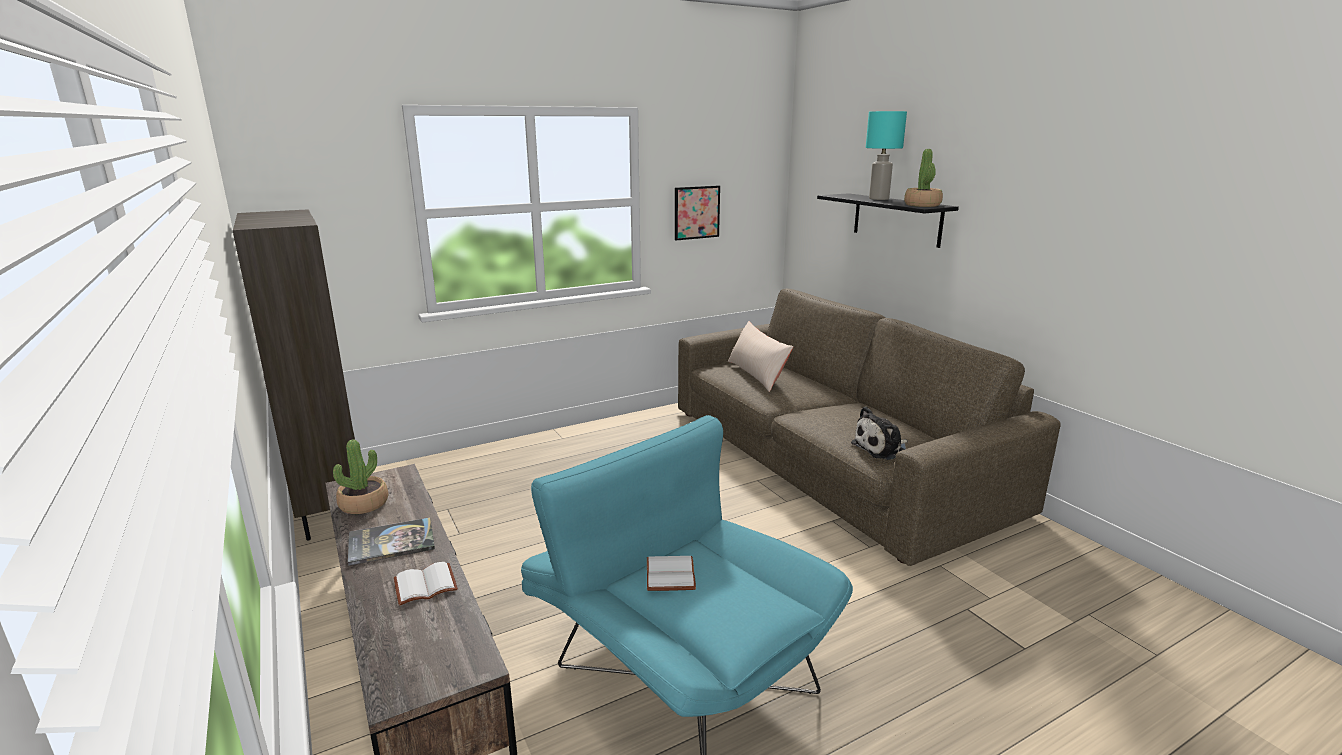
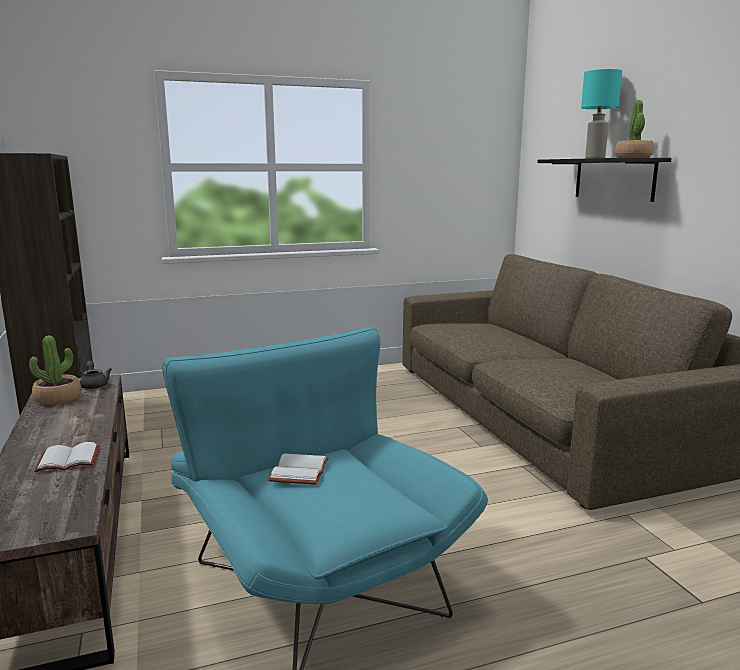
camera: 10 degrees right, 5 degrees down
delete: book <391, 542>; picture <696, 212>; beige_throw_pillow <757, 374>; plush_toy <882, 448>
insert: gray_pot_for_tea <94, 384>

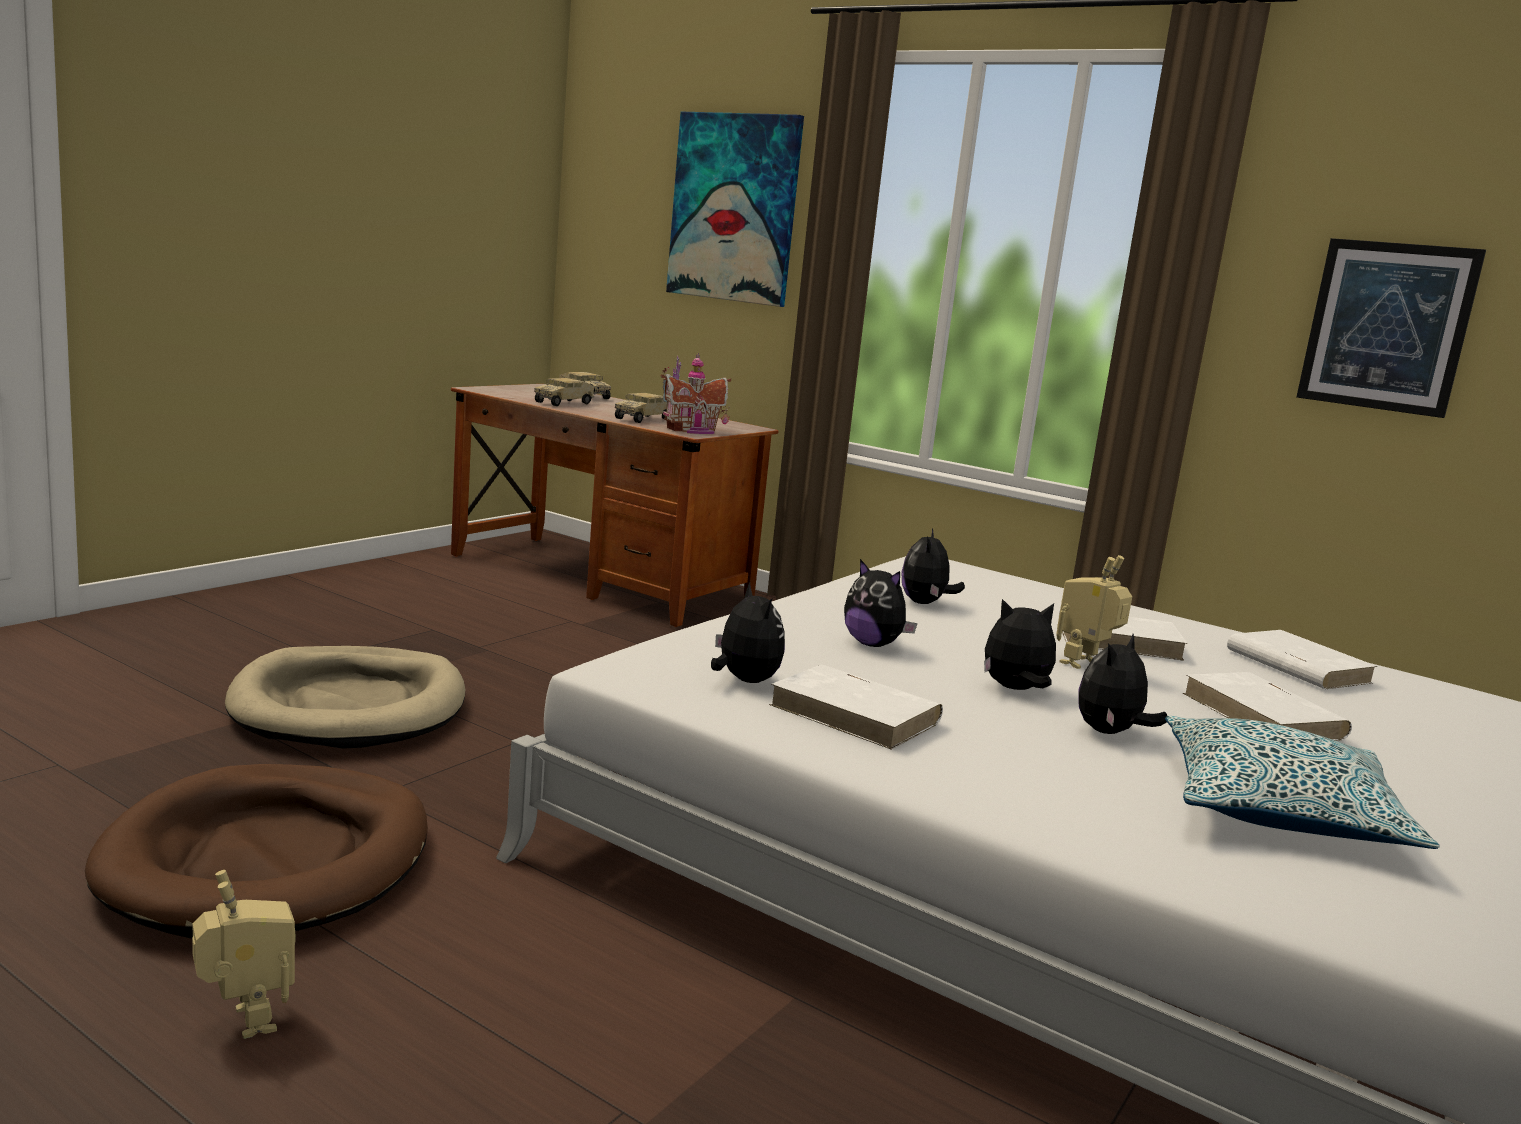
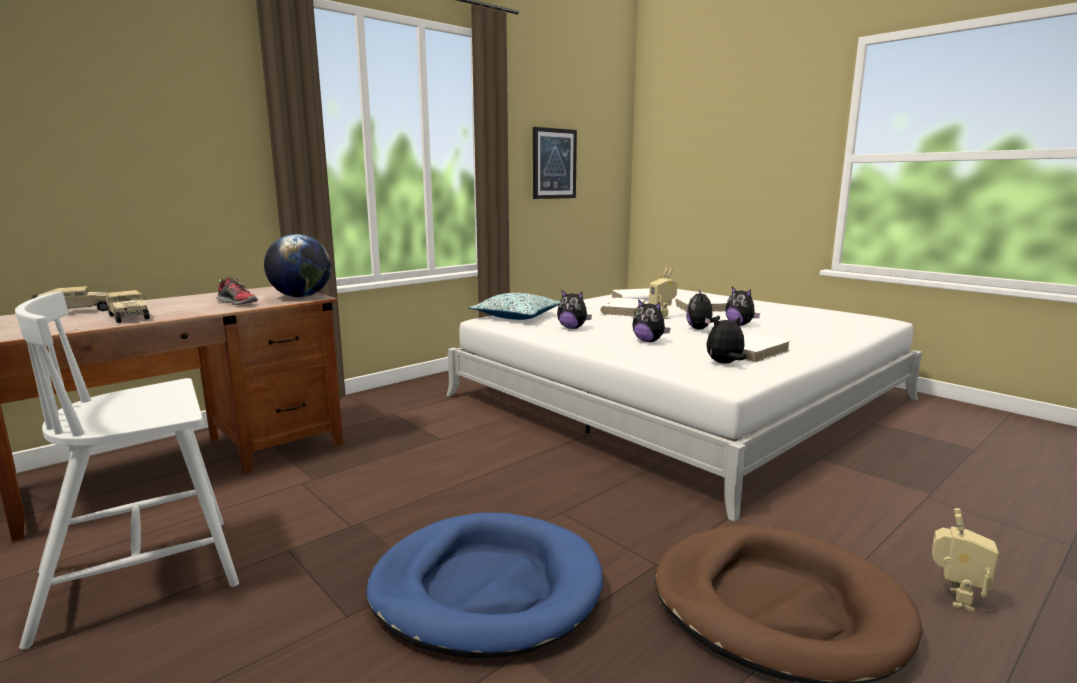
camera: 75 degrees left, 0 degrees up
delete: picture <734, 208>
insert: white-coloured_upright_chair <143, 576>
move: throw_pillow <1279, 809> to <517, 316>
replace: toy_lorry <644, 419> to low_shoe <238, 303>; toy_house <693, 431> to globe <301, 297>
recolor: beige_pet_bed <350, 706> to bluish_pet_bed <486, 589>
rotate: plush_toy <873, 644> = <648, 341> 75 degrees clockwise; toy_robot <244, 1022> = <954, 598> 135 degrees clockwise

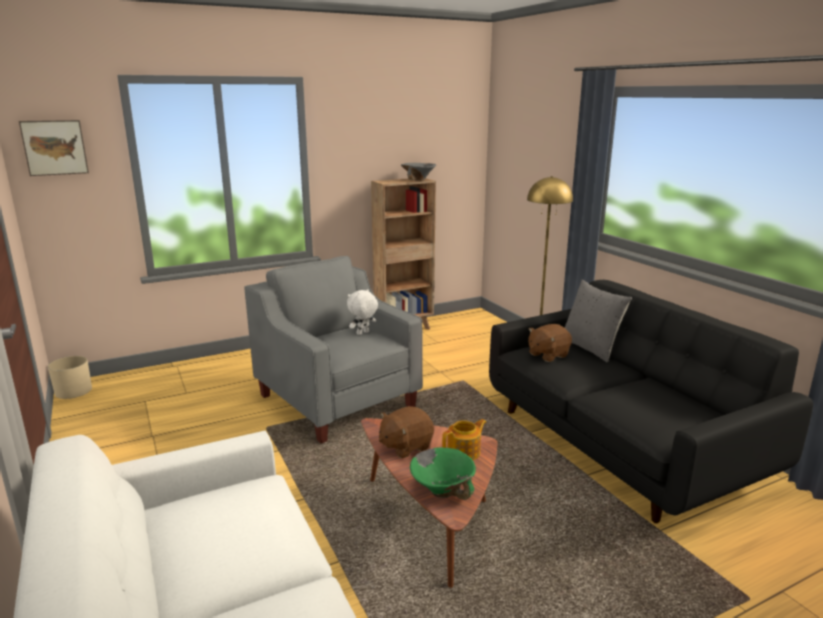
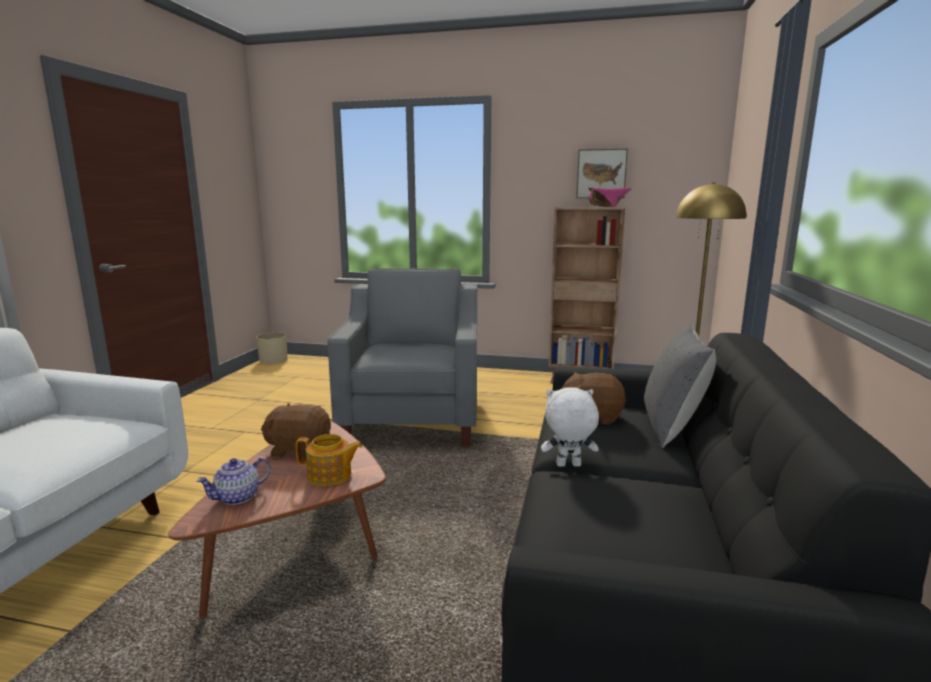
camera: 40 degrees right, 5 degrees down
move: white-coloured_plush_toy <363, 333> to <568, 466>; picture <55, 147> to <601, 174>
replace: green-coloured_bowl <442, 490> to pot_for_tea <238, 497>
recolor: gray_bowl <418, 180> to pink_bowl <608, 206>

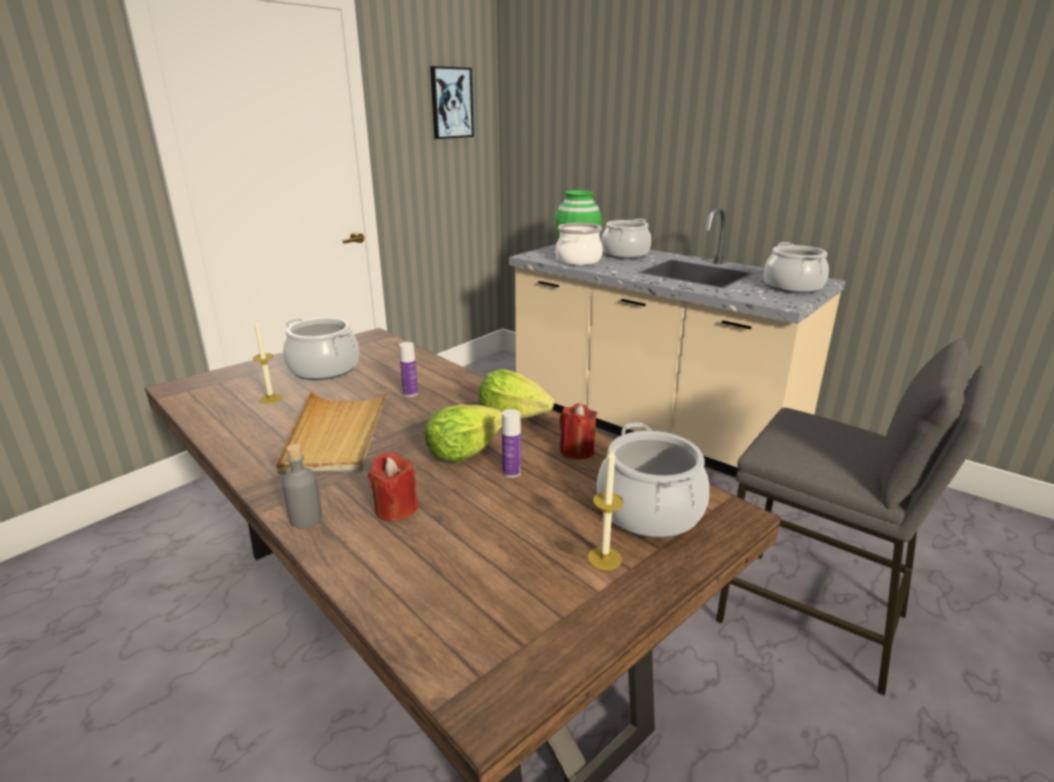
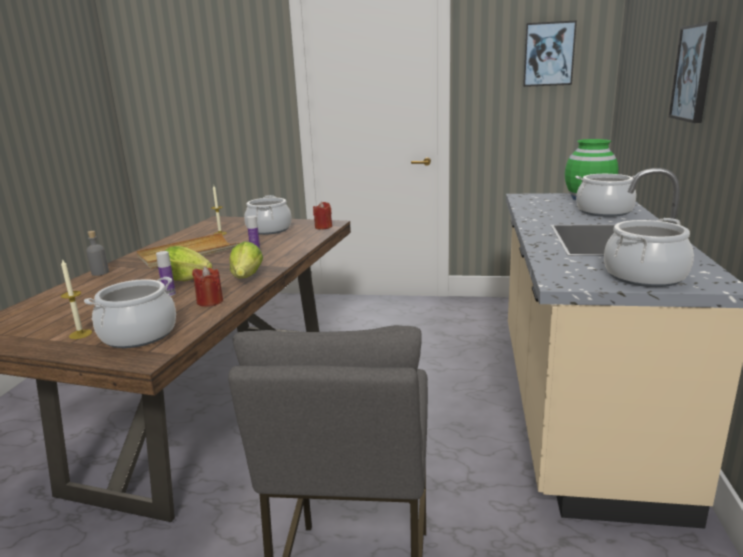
camera: 60 degrees right, 5 degrees down
delete: stockpot <579, 260>
insert: picture <694, 73>
move: reddish_wax_candle <395, 509> to <323, 227>

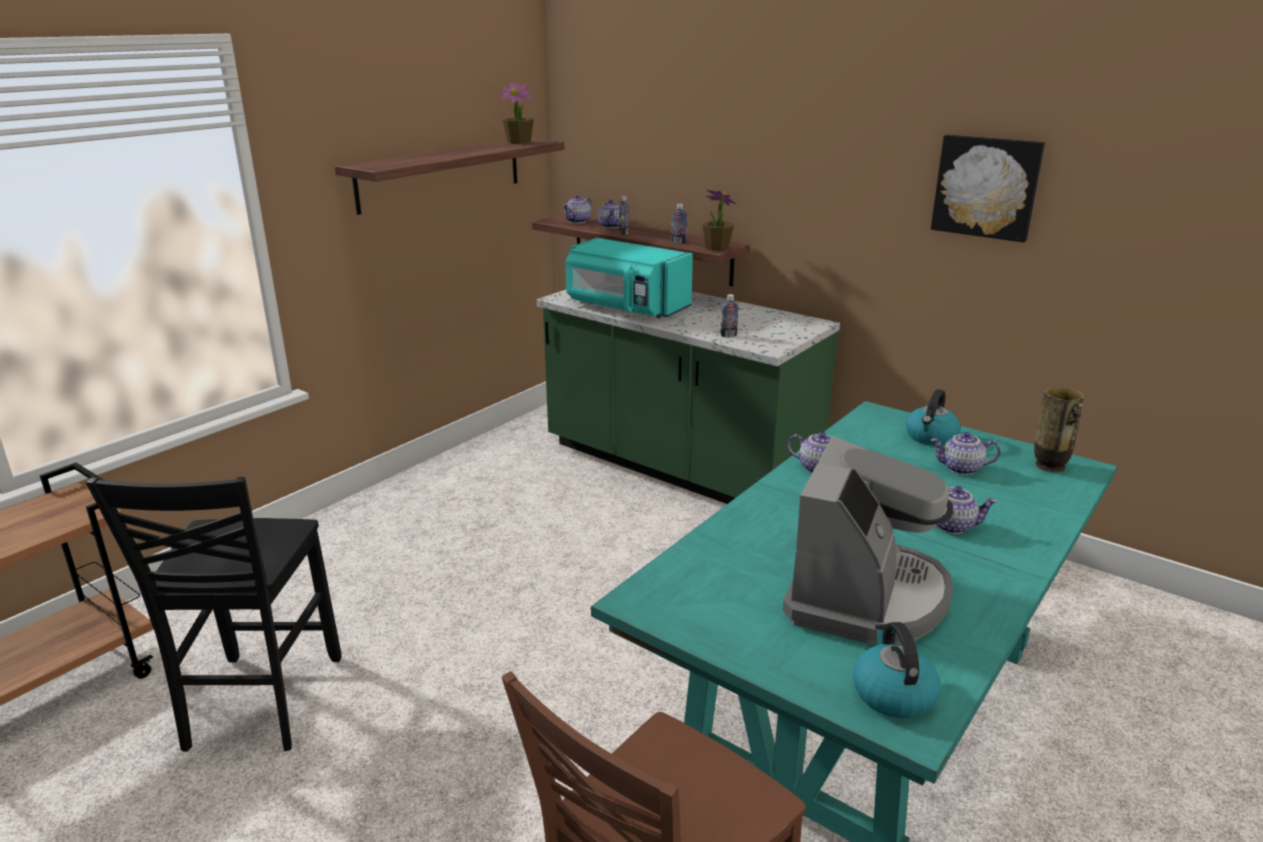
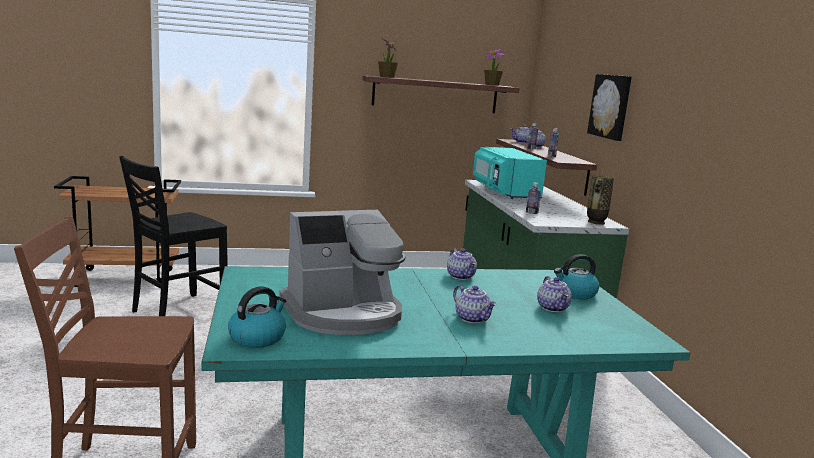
camera: 40 degrees right, 10 degrees down
move: potted_plant <717, 247> to <387, 77>; picture <986, 187> to <611, 106>; flower_vase <1049, 466> to <595, 222>
rotate: pot_for_tea <961, 469> = <553, 308> 150 degrees counterclockwise

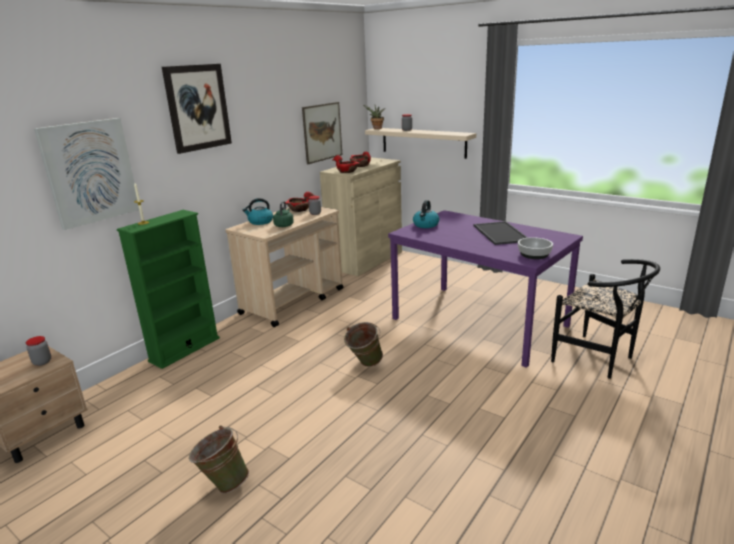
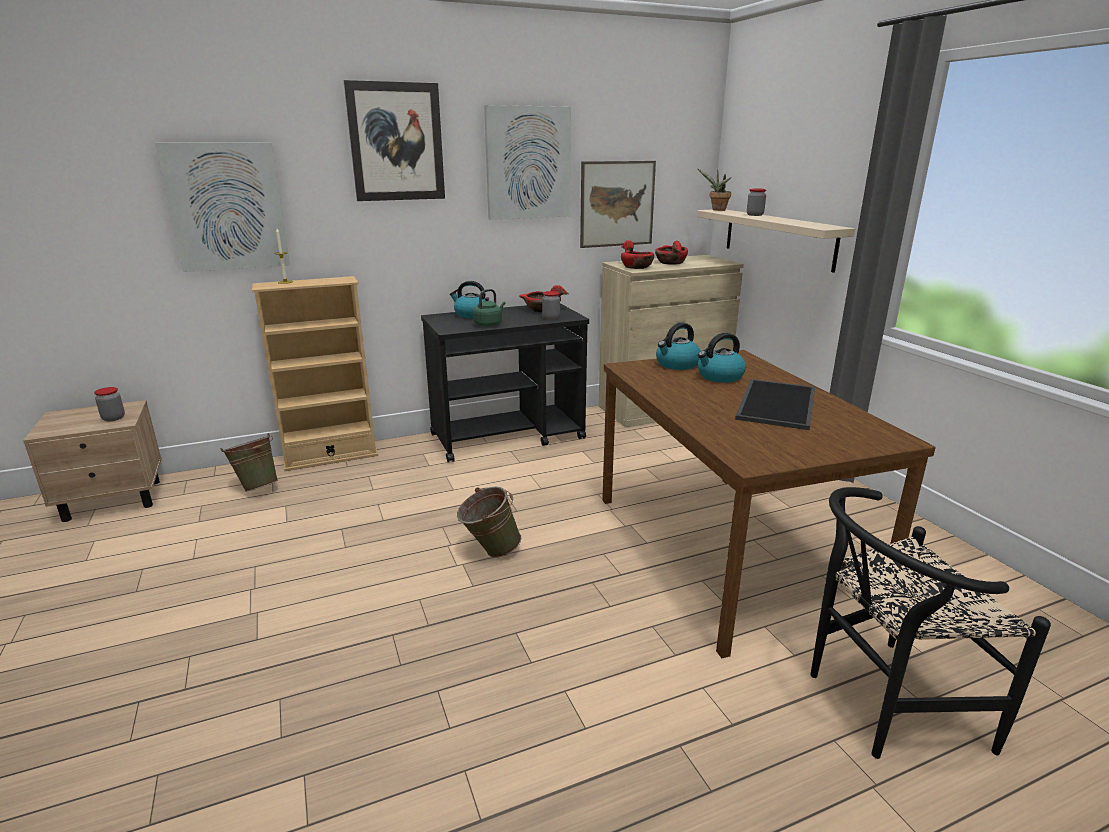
camera: 30 degrees right, 0 degrees up
delete: bowl <534, 254>
insert: picture <528, 163>; water_kettle <719, 376>
move: green-coloured_water_bucket <223, 483> to <257, 487>
recolor: green-coloured_bookshelf <185, 349> to beige_bookshelf <331, 457>; beige_cart <293, 301> to black_cart <508, 436>; purple-coloured_dinner_table <480, 322> to brown_dinner_table <727, 551>
rotate: black_upright_chair <598, 359> = <881, 704> 90 degrees clockwise

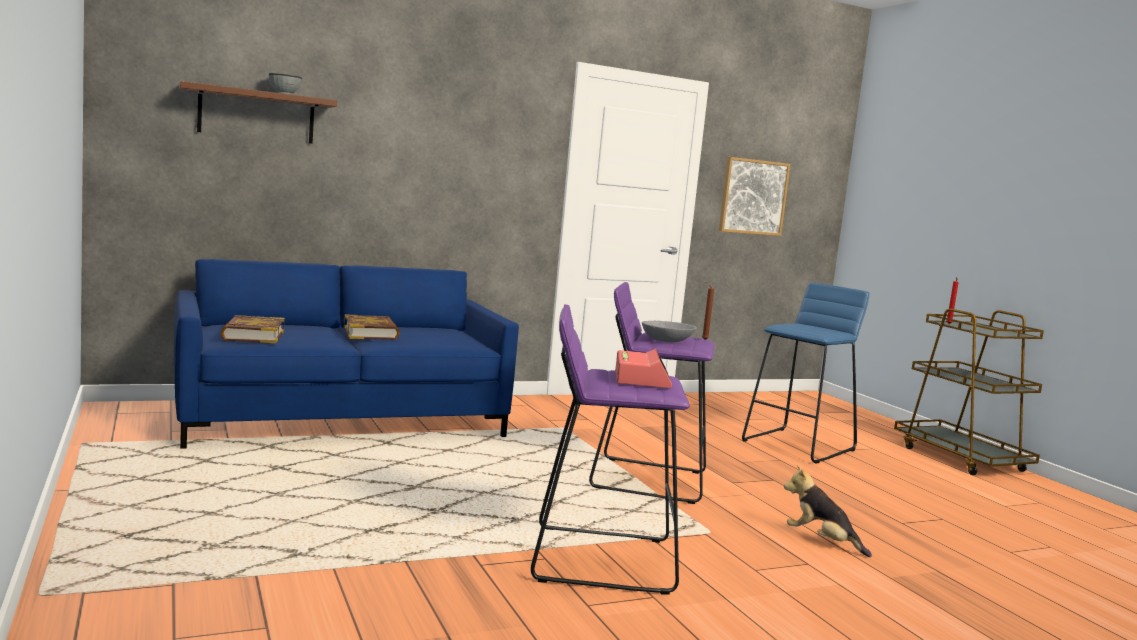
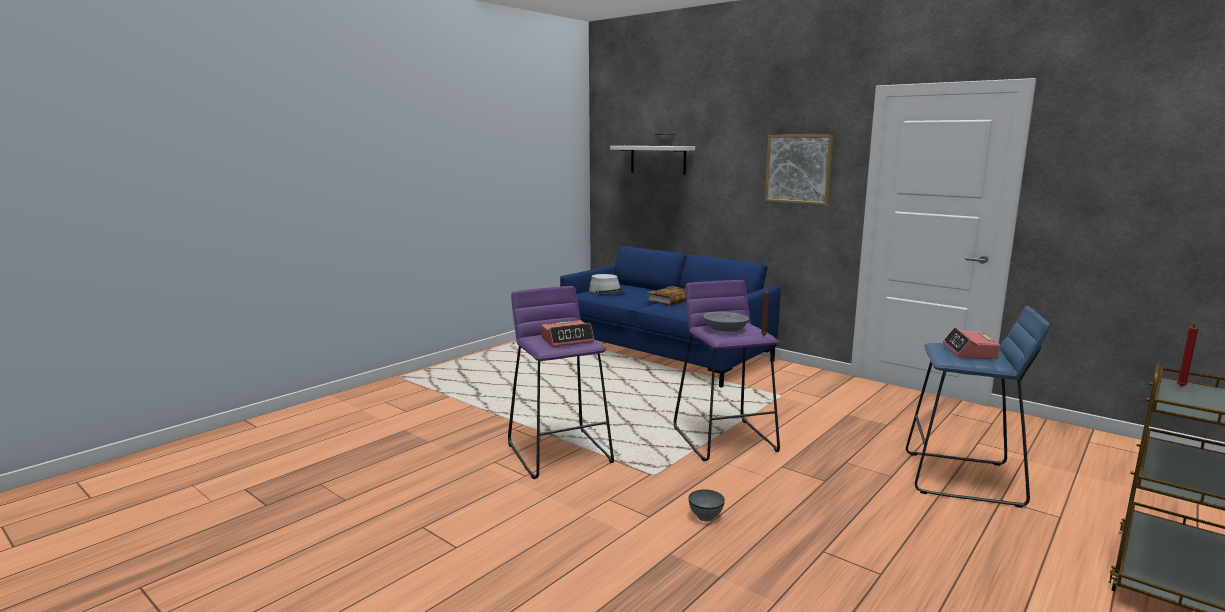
camera: 65 degrees right, 5 degrees up
insert: alarm_clock <970, 352>
move: picture <753, 197> to <798, 169>
replace: book <253, 335> to gray_wearable_hat <607, 291>; plush_toy <821, 541> to gray_bowl <705, 517>
recolor: brown_bracket_shelf <257, 115> to white-coloured_bracket_shelf <658, 159>

